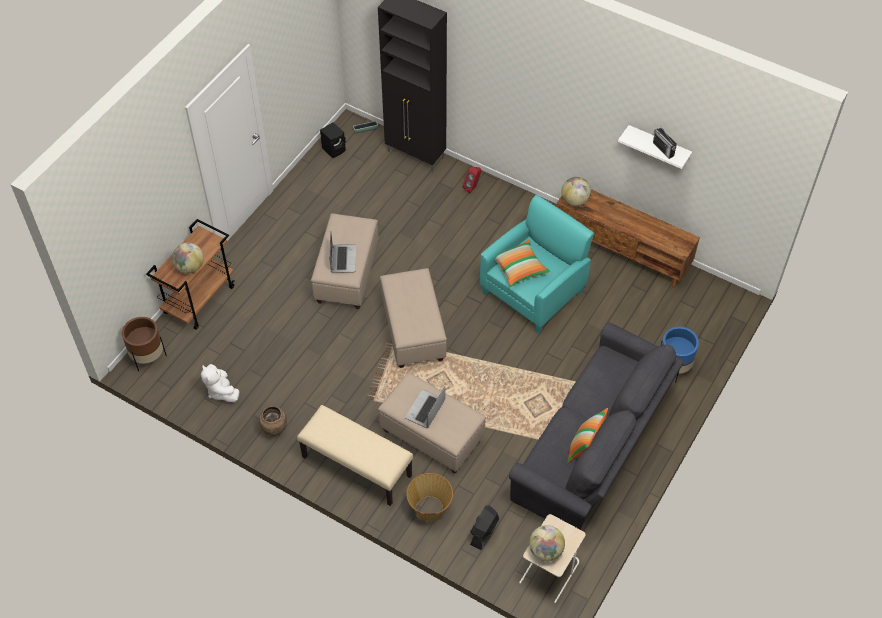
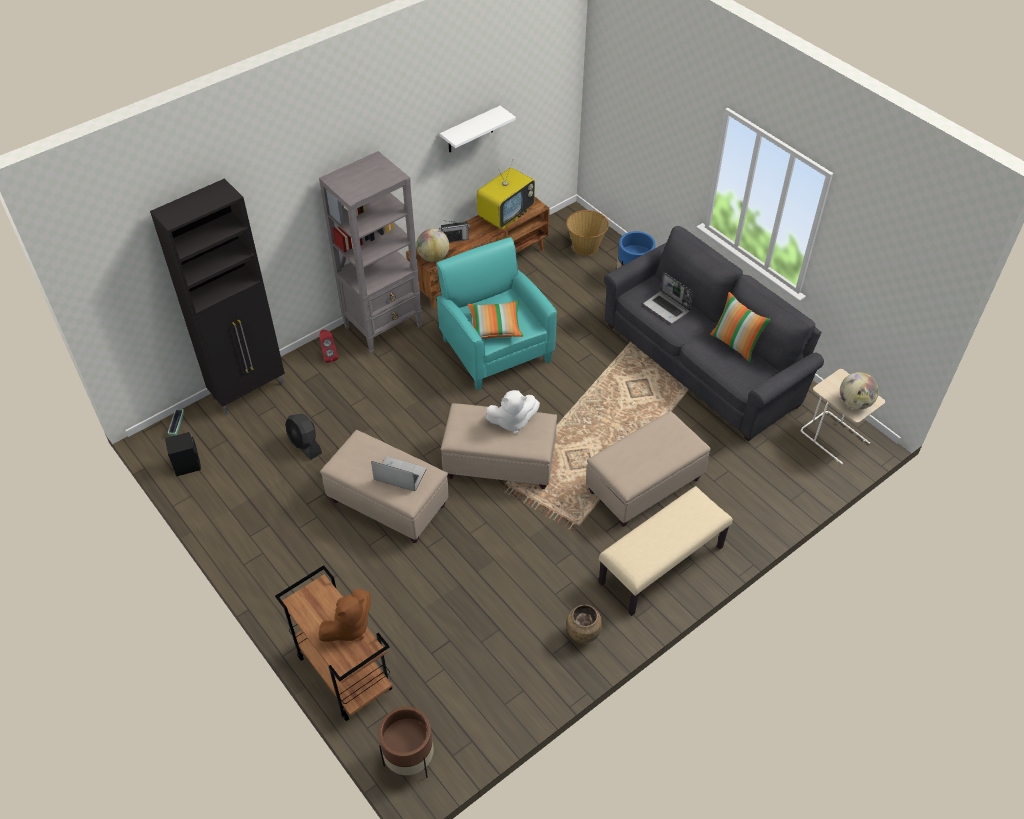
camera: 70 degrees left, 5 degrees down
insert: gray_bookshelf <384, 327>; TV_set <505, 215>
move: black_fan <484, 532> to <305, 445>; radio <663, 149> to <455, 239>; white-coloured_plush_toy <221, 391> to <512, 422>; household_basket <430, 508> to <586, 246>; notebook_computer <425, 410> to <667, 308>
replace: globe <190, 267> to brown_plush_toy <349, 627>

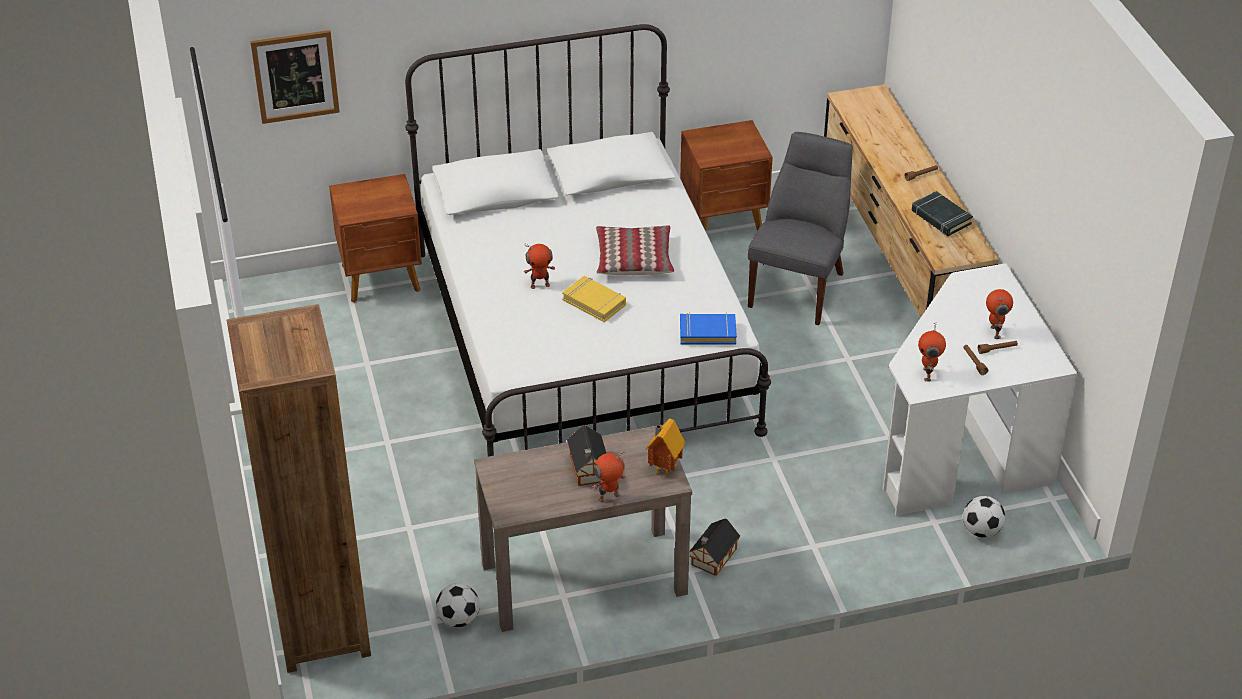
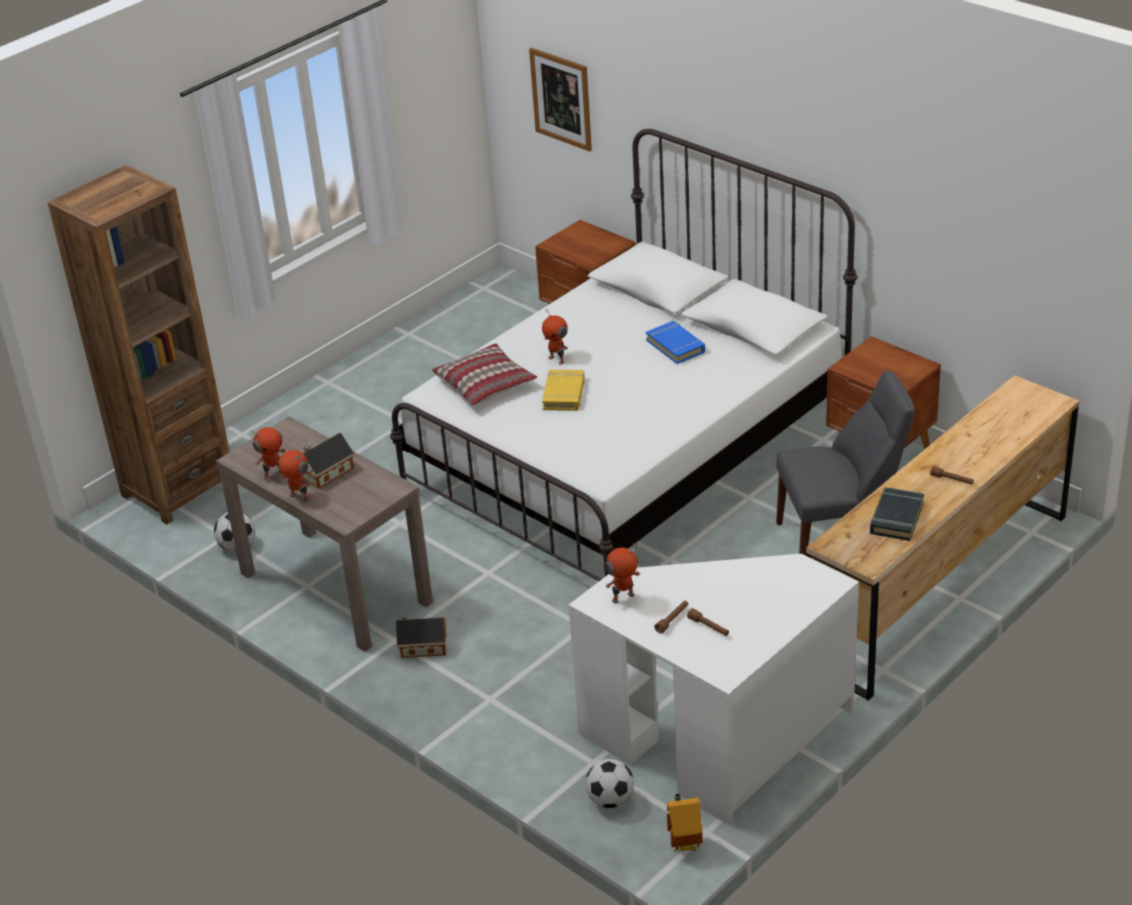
camera: 60 degrees right, 5 degrees down
move: toy_robot <994, 332> to <273, 474>; throw_pillow <633, 258> to <485, 384>; bluish_book <707, 332> to <676, 346>; toy_house <663, 469> to <684, 845>

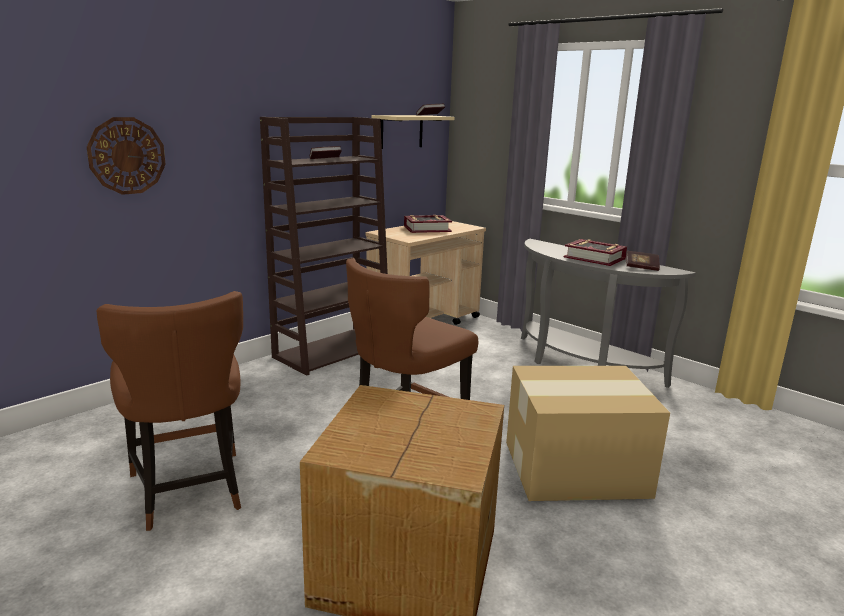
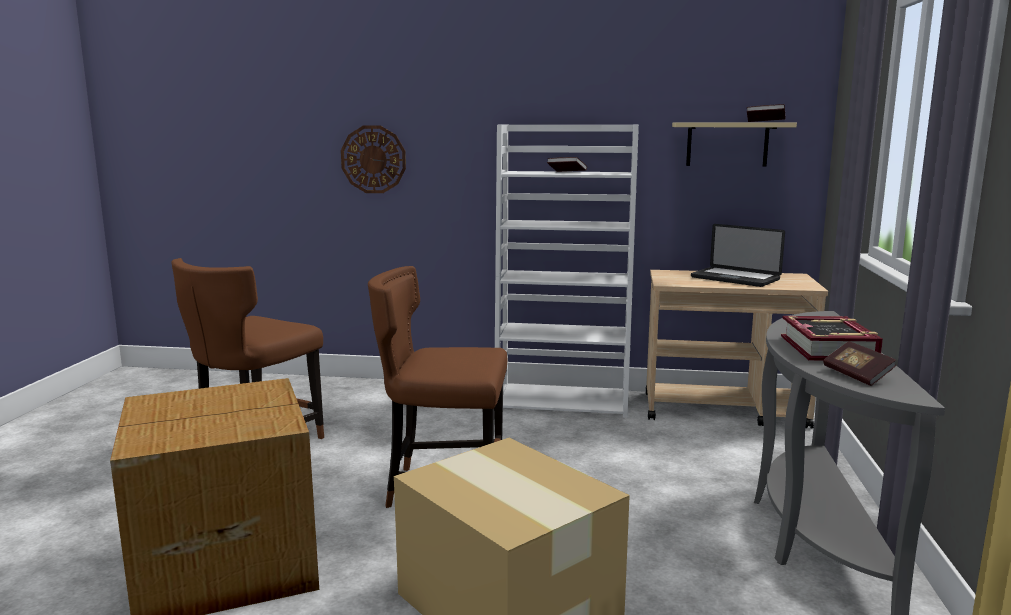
camera: 55 degrees right, 5 degrees down
replace: book <427, 229> to notebook_computer <735, 278>
recolor: brown_bookshelf <333, 351> to white-coloured_bookshelf <563, 401>

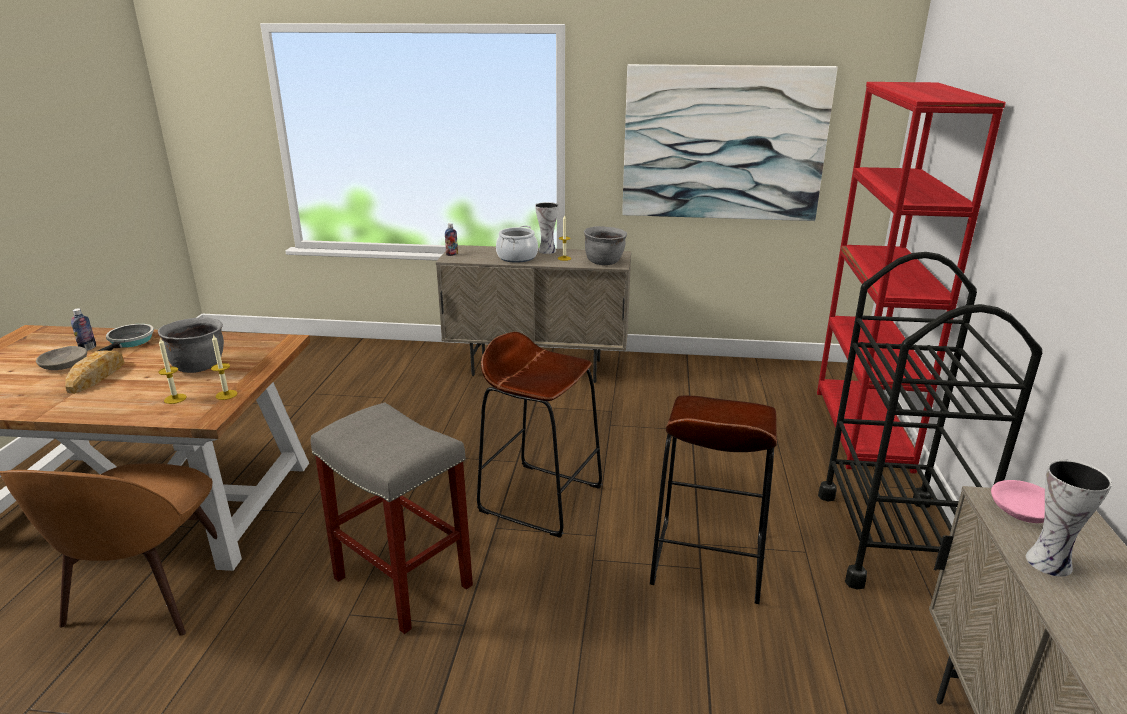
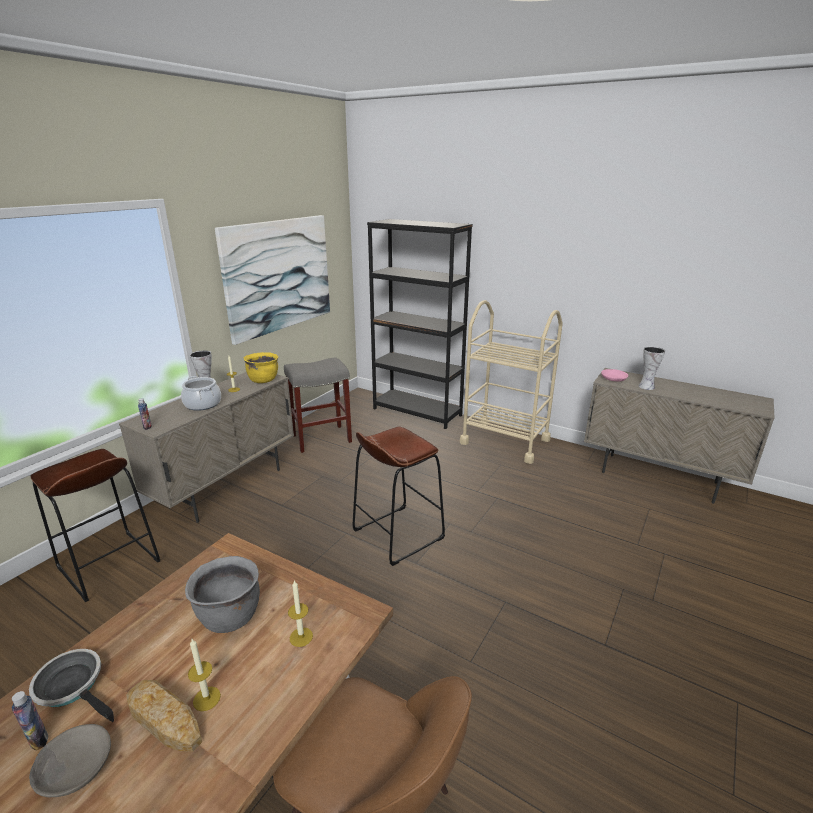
camera: 65 degrees left, 0 degrees up
move: brown_stool_seat <707, 560> to <109, 565>; wax_candle <226, 395> to <206, 698>; gray_stool_seat <405, 582> to <322, 438>
recolor: gray_stockpot <604, 262> to yellowish_stockpot <263, 380>; reddish_bookshelf <862, 429> to black_bookshelf <417, 412>; black_cart <890, 540> to beige_cart <505, 441>

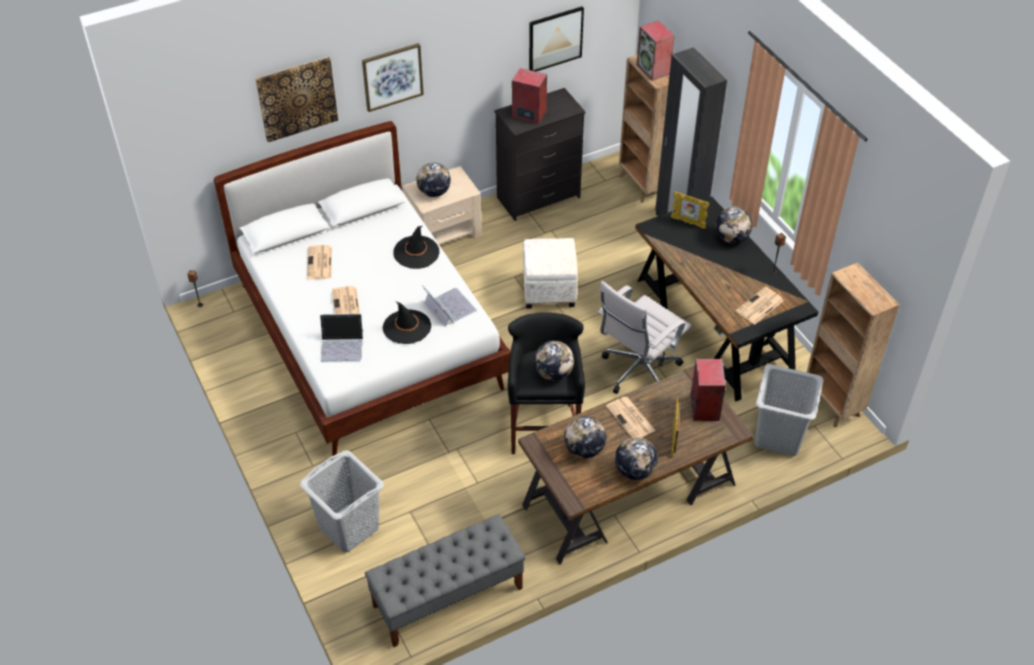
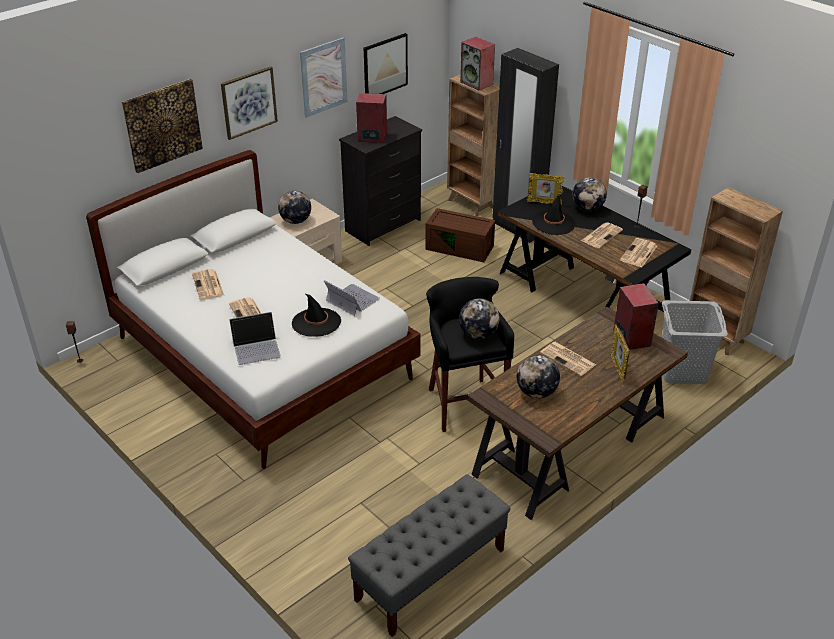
camera: 15 degrees left, 10 degrees down
delete: gray_washing_basket <349, 527>; white-coloured_footrest <549, 291>; white-coloured_office_chair <638, 372>; globe <634, 471>
insert: picture <323, 77>; brown_storage_bin <460, 247>; printed_paper <601, 235>
move: black_wearable_hat <416, 252> to <553, 223>

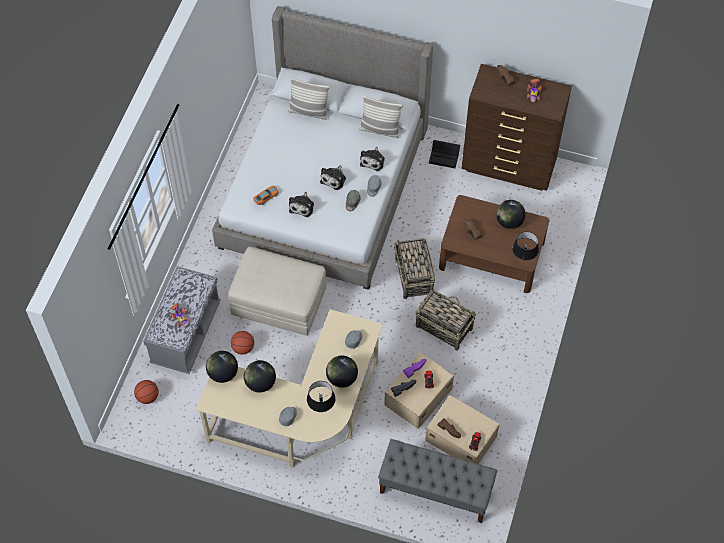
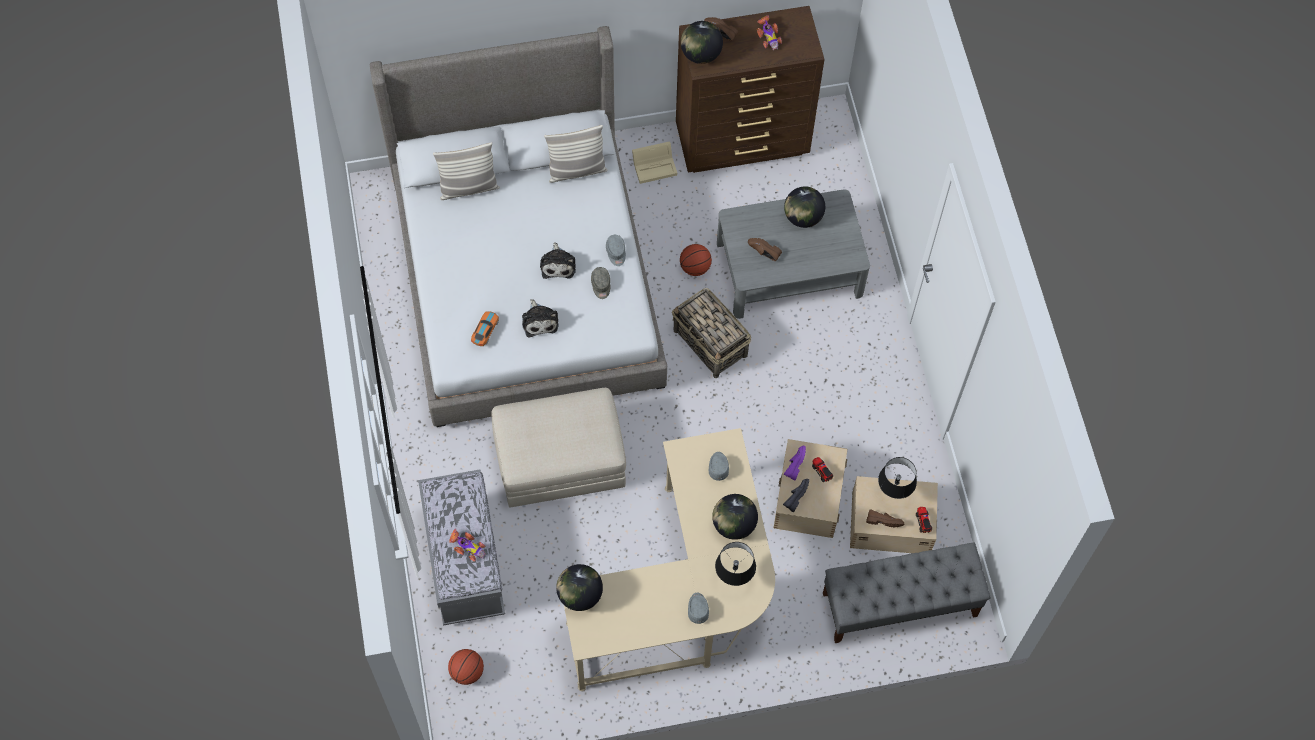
camera: 30 degrees left, 5 degrees up
delete: plush_toy <373, 160>; household_basket <443, 327>
move: basketball_ball <243, 348> to <695, 267>; globe <260, 383> to <701, 54>; black_table_lamp <522, 261> to <892, 493>
recolor: black_storage_bin <445, 157> to beige_storage_bin <655, 166>; brown_lounge_table <492, 254> to gray_lounge_table <789, 268>

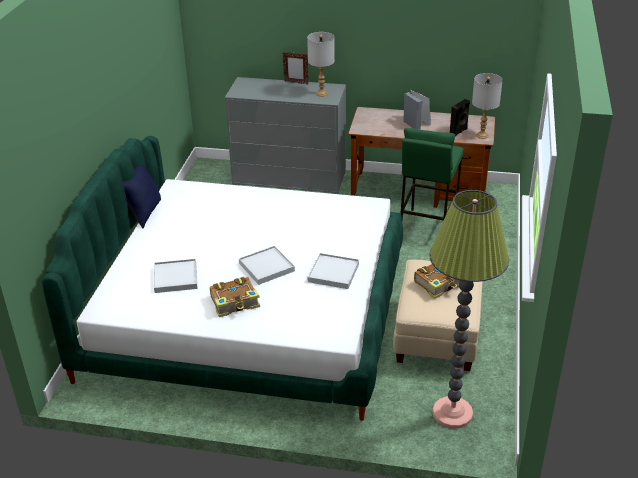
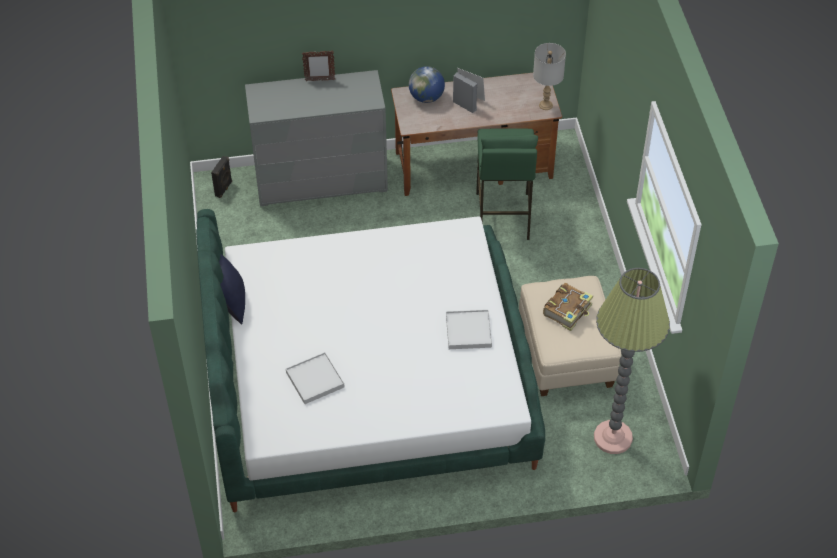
camera: 20 degrees left, 15 degrees up
delete: book <235, 302>; white-coloured_tray <266, 267>; gray_table_lamp <321, 93>
insert: globe <426, 97>
move: black_speaker <459, 132> to <224, 189>

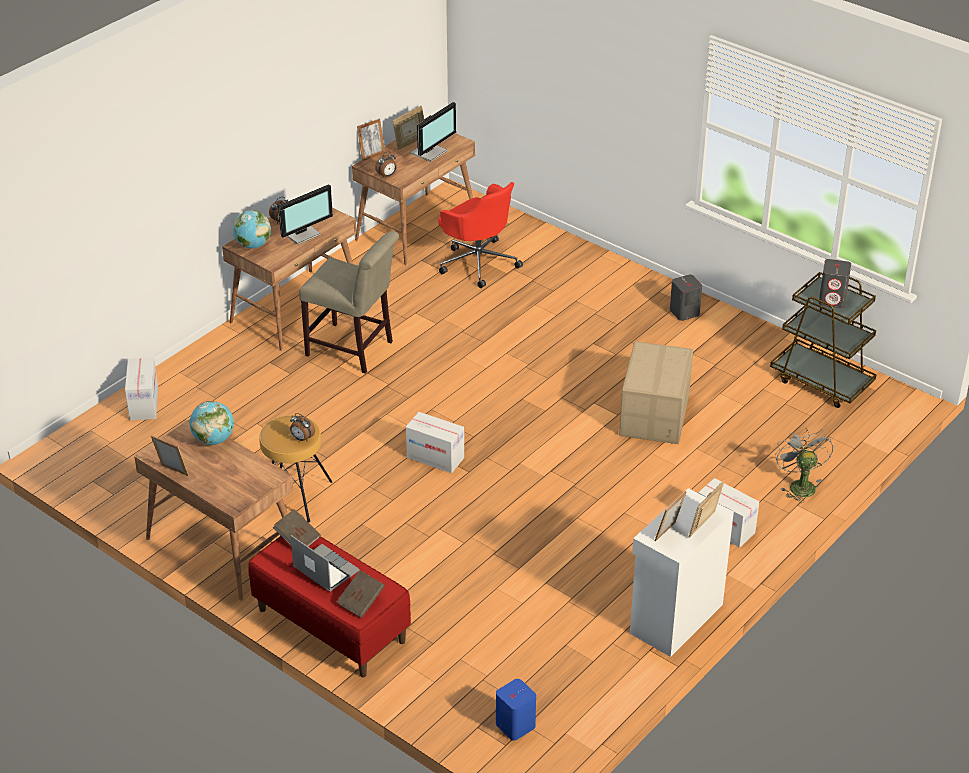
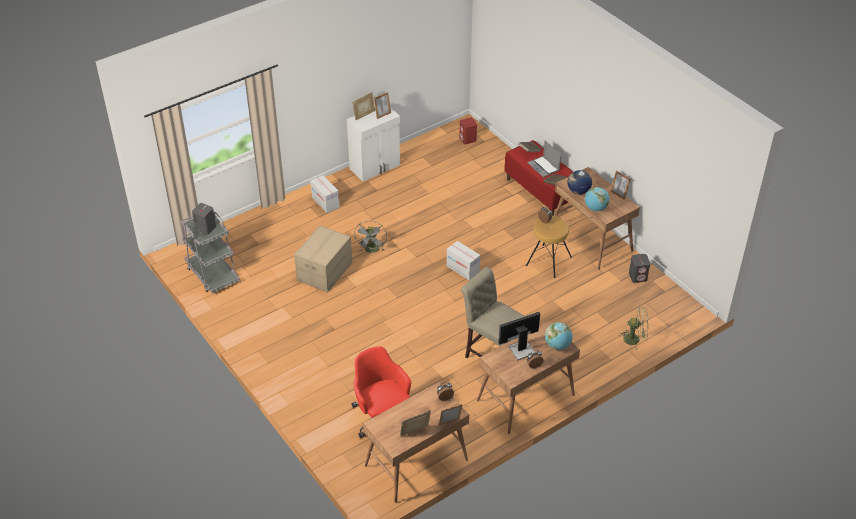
camera: 165 degrees left, 5 degrees up
delete: monitor <430, 152>
insert: globe <578, 191>
move: gray_fan <799, 485> to <372, 251>; gray_speaker <684, 312> to <638, 277>
replace: cardboard_box <144, 404> to green-coloured_fan <635, 339>
recolor: brown_cart <821, 381> to gray_cart <212, 274>; bluish_speaker <515, 725> to reddish_speaker <468, 139>

